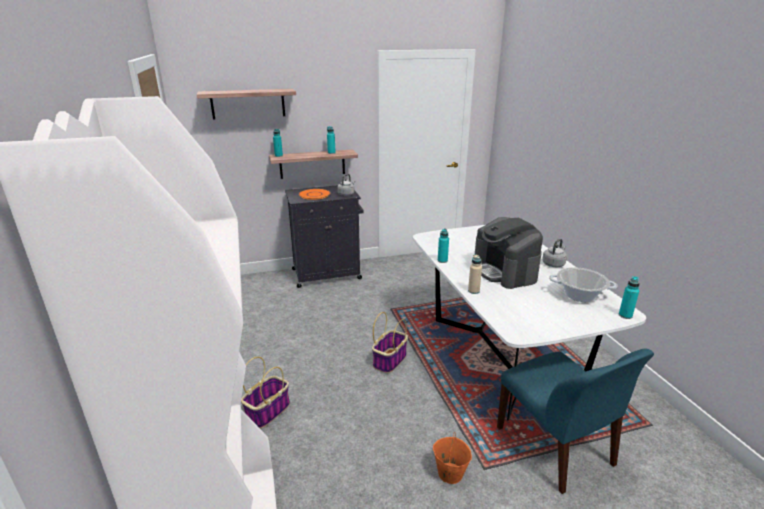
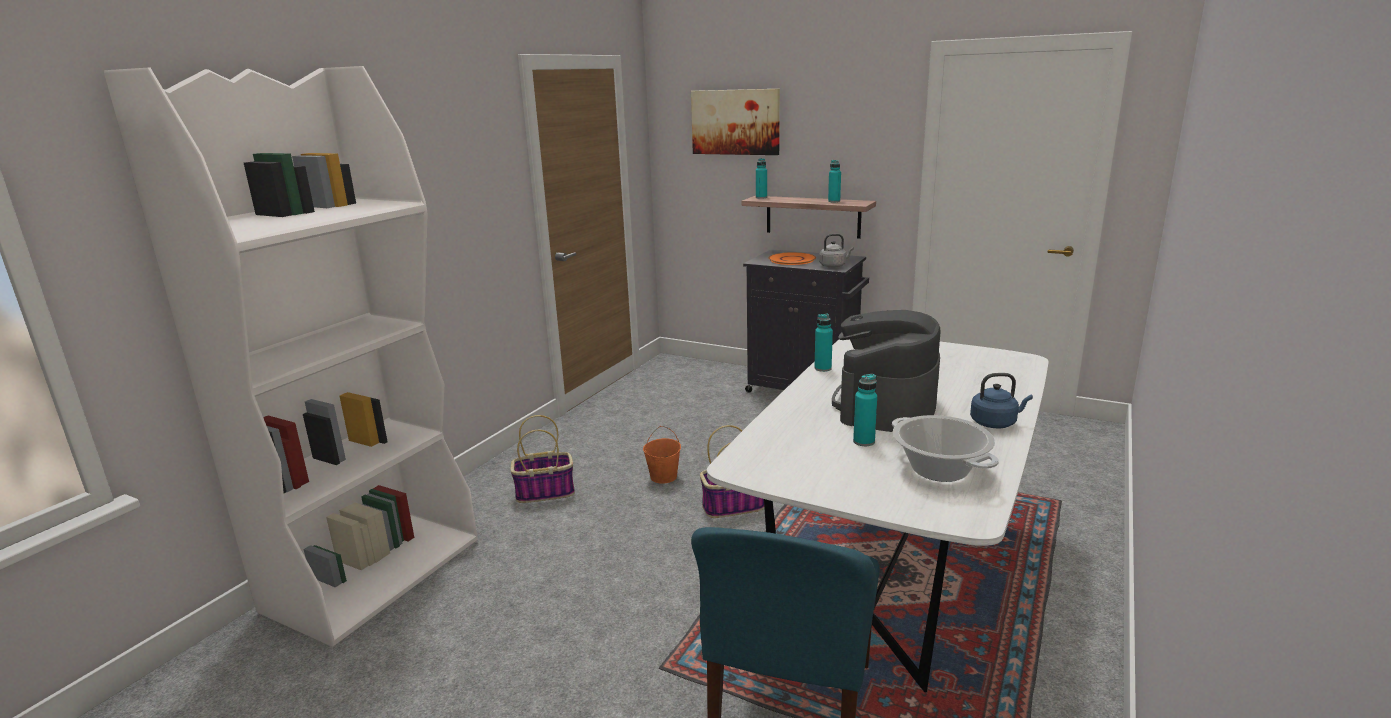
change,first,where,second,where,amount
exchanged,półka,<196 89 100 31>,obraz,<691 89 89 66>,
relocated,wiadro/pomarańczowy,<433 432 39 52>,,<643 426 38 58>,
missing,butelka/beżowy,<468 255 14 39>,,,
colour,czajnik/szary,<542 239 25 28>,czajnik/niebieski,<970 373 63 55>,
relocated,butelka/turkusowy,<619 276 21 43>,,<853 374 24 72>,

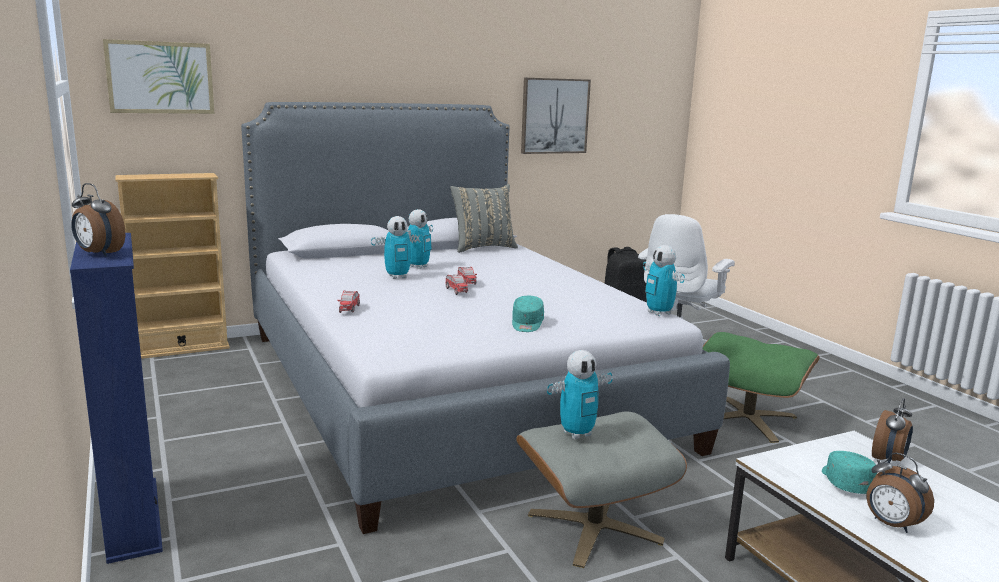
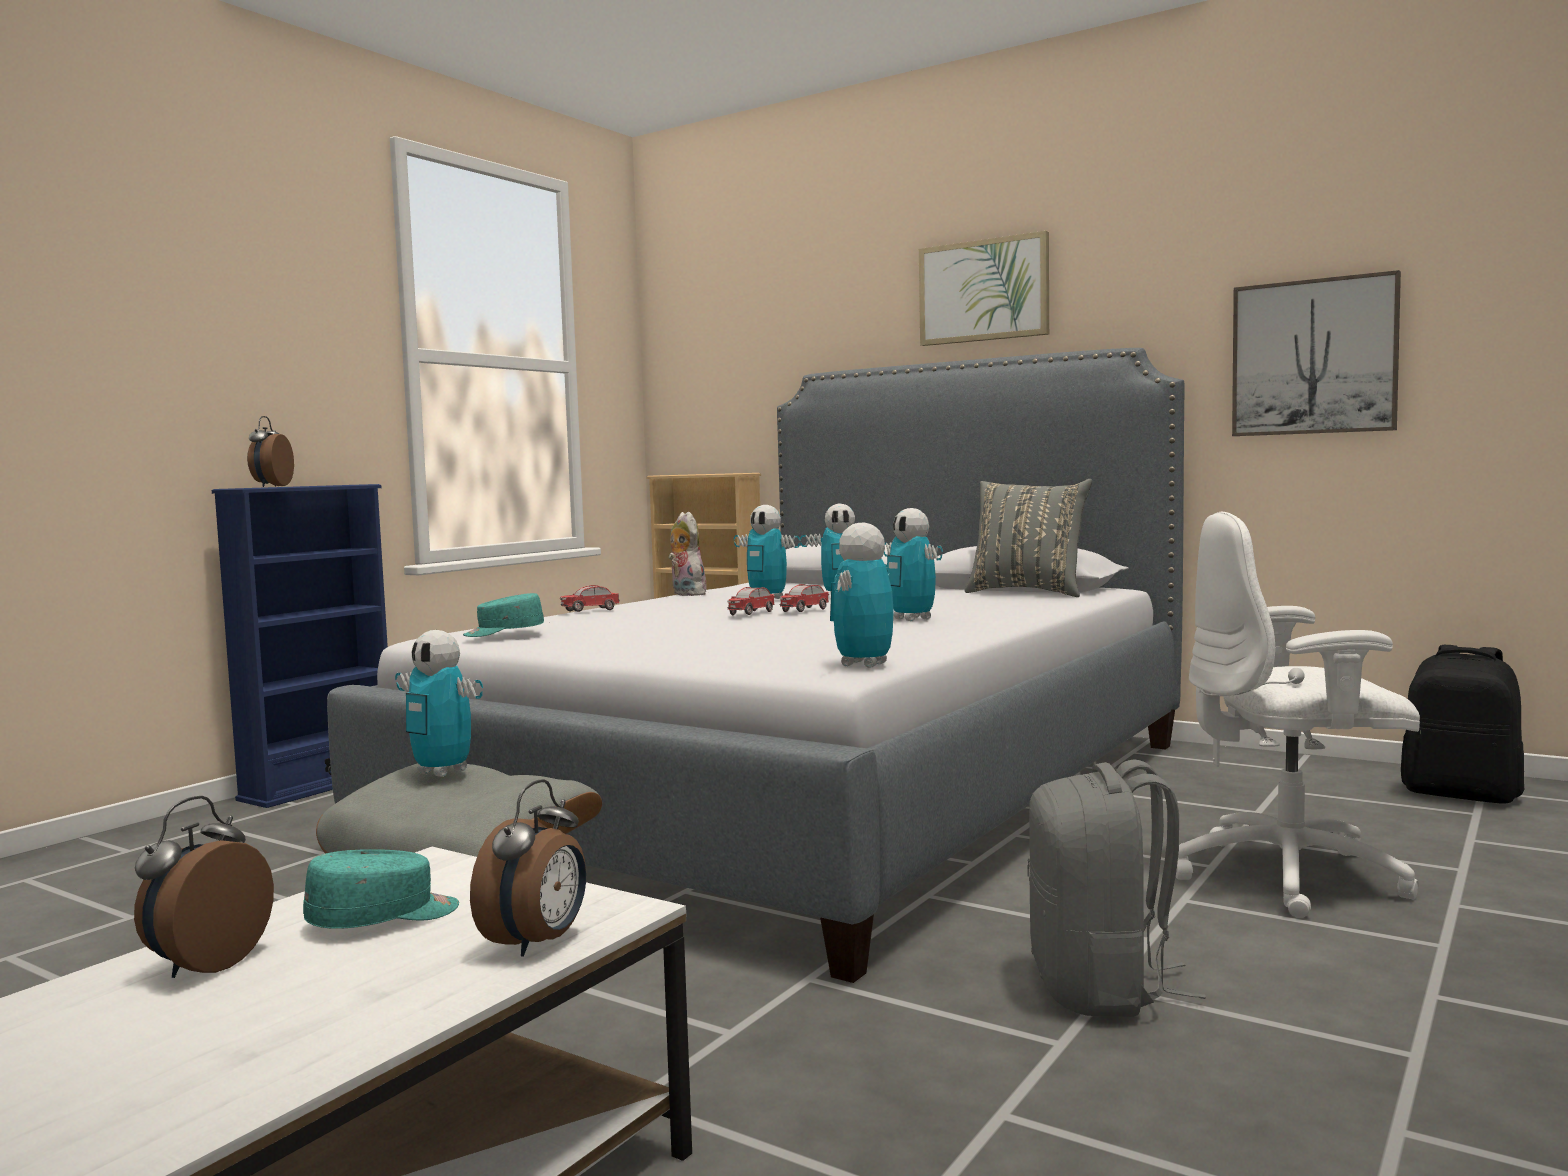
change,first,where,second,where,amount
relocated,obraz,<103 39 111 75>,,<919 231 130 115>,
relocated,czapka z daszkiem/turkusowy,<512 296 32 36>,,<463 593 81 44>,
exchanged,pufa/zielony,<703 332 117 111>,plecak/szary,<1027 759 178 258>,
spun,budzik,<872 398 41 65>,,<470 779 116 178>,75 degrees counterclockwise
appeared,,,pluszak,<668 512 39 84>,
appeared,,,robot zabawkowy,<884 508 59 113>,

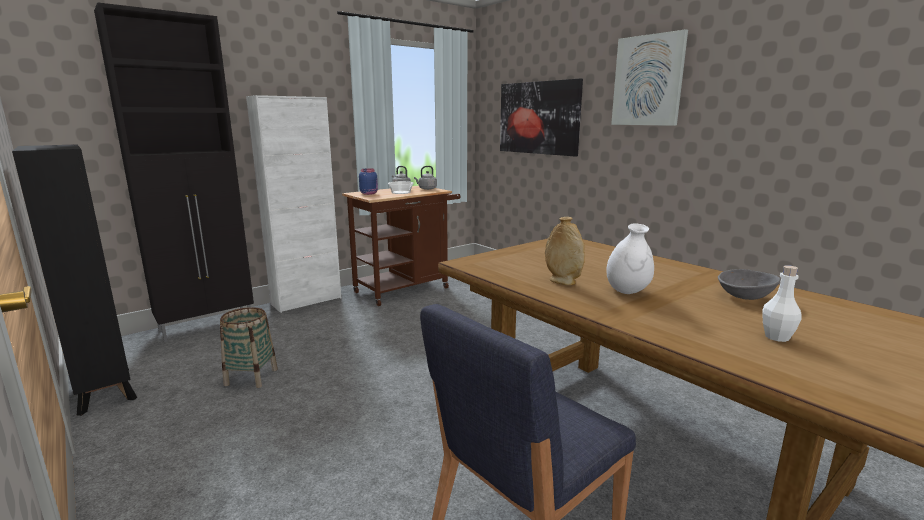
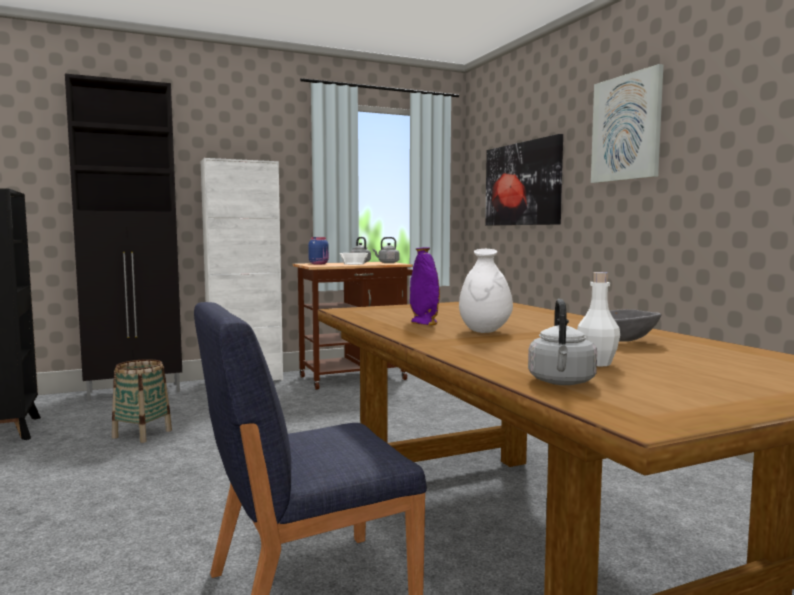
change,first,where,second,where,amount
colour,wazon/beżowy,<545 217 40 68>,wazon/fioletowy,<410 247 30 78>,
appeared,,,czajnik/szary,<528 299 69 86>,

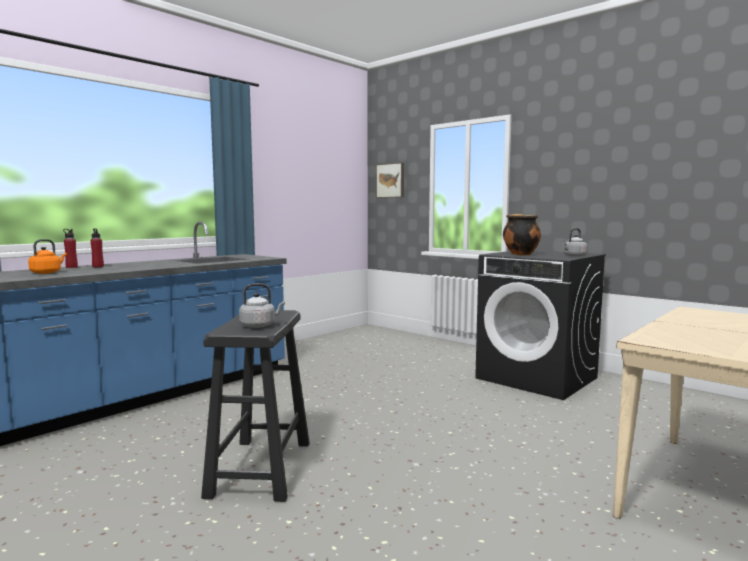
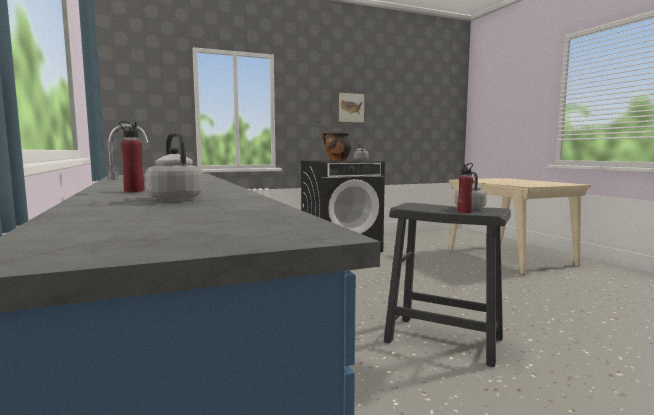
change,first,where,second,where,amount
colour,czajnik/pomarańczowy,<28 239 39 35>,czajnik/szary,<145 132 58 69>,
relocated,butelka/czerwony,<63 229 15 39>,,<458 163 15 50>,
relocated,obraz,<376 163 28 35>,,<337 92 28 31>,

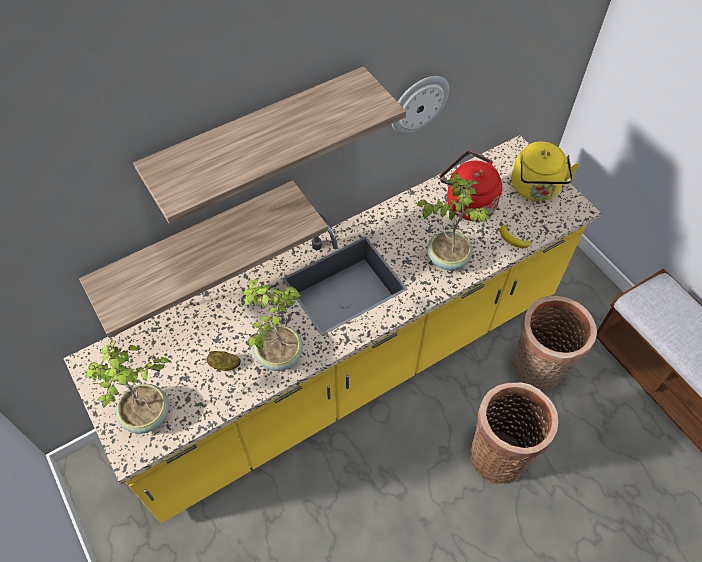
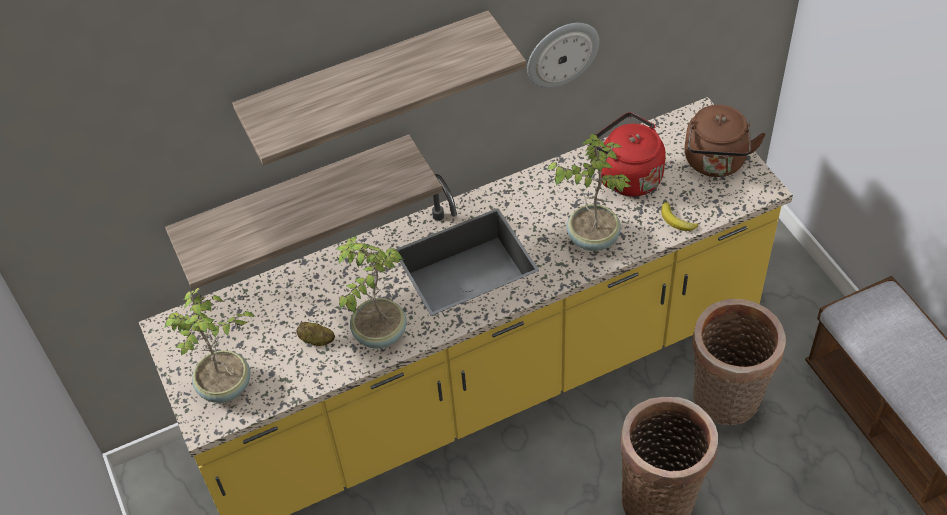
change,first,where,second,where,amount
colour,czajnik/żółty,<511 142 69 59>,czajnik/brązowy,<684 105 82 72>,

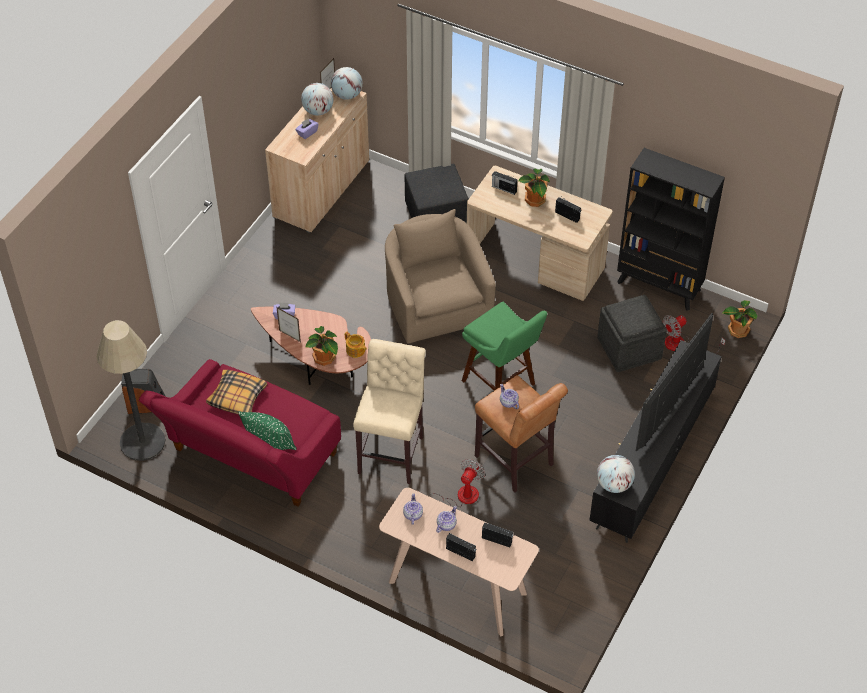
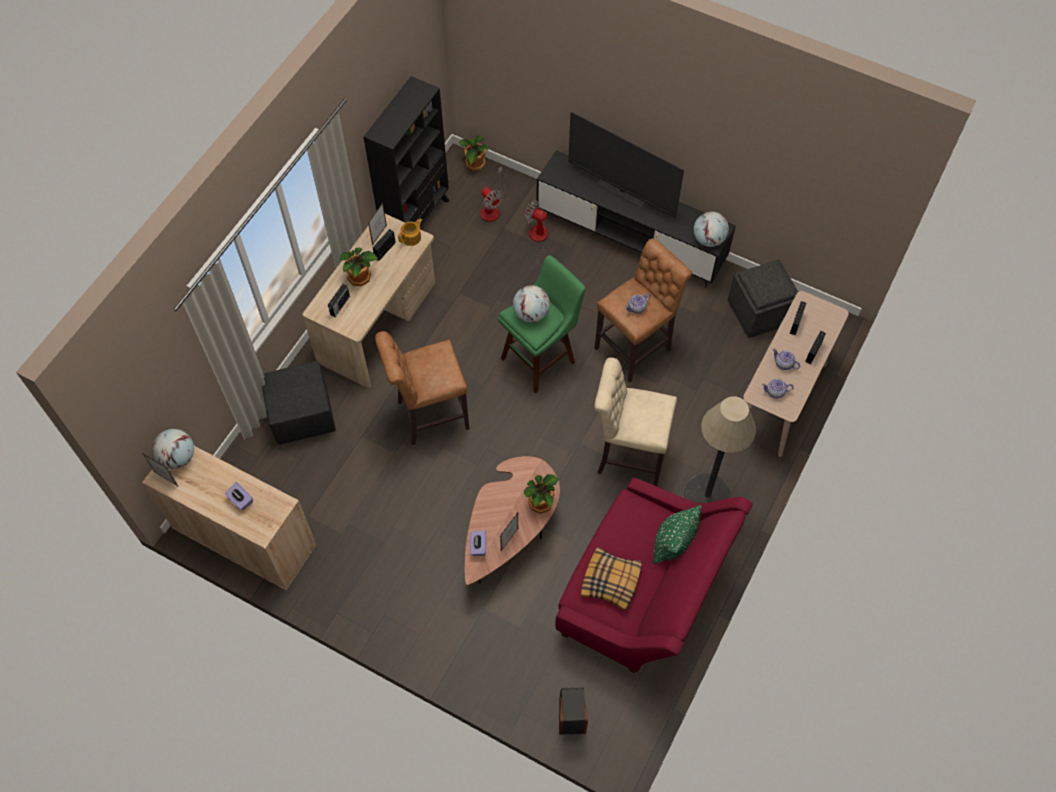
change,first,where,second,where,amount
relocated,lampa stojąca,<96 320 69 141>,,<684 396 72 107>,
relocated,globus,<301 83 32 33>,,<513 285 37 38>,
relocated,imbryk,<345 332 22 26>,,<398 219 24 27>,
exchanged,fotel/beżowy,<385 209 111 135>,stołek/brązowy,<375 331 94 114>,
relocated,wentylator,<418 459 67 48>,,<524 200 28 67>,
relocated,pufa/szary,<597 295 70 77>,,<728 260 70 78>,
appeared,,,ramka na zdjęcie,<368 203 19 43>,

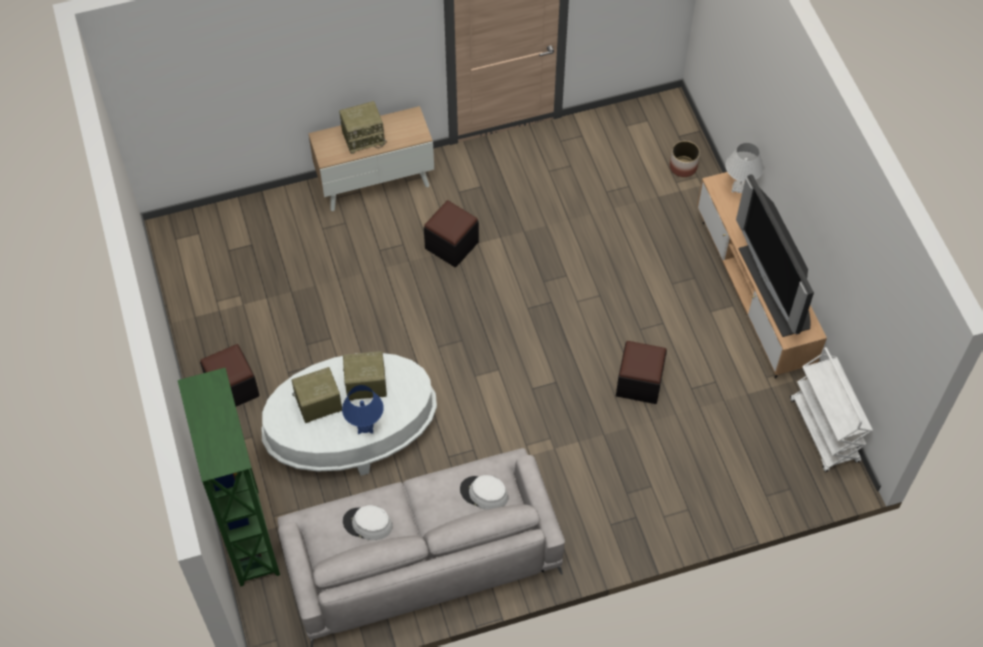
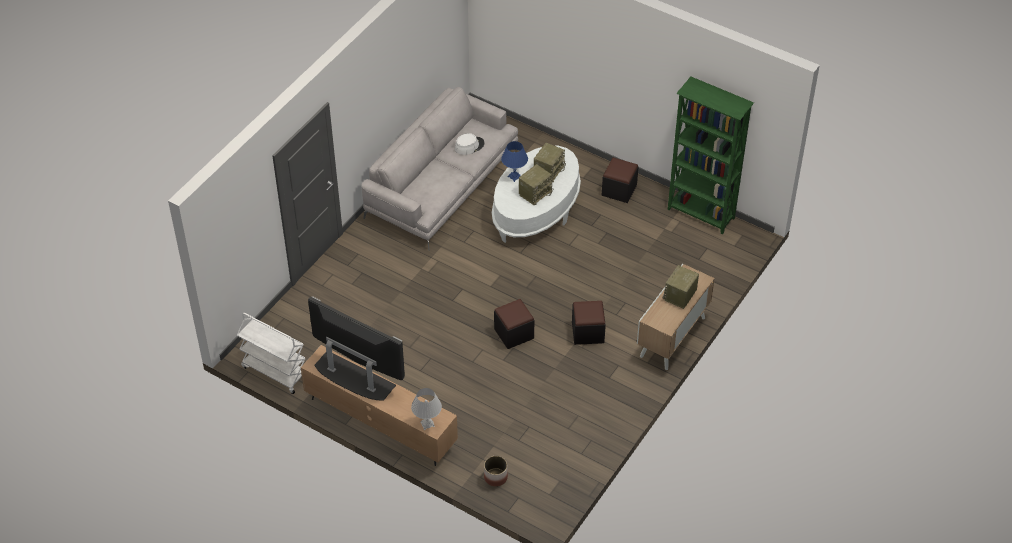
change,first,where,second,where,amount
relocated,regał/zielony,<178 368 102 219>,,<667 77 87 157>,
missing,kapelusz/biały,<460 475 48 35>,,,
relocated,pufa/czarny,<616 341 51 63>,,<494 299 40 50>,

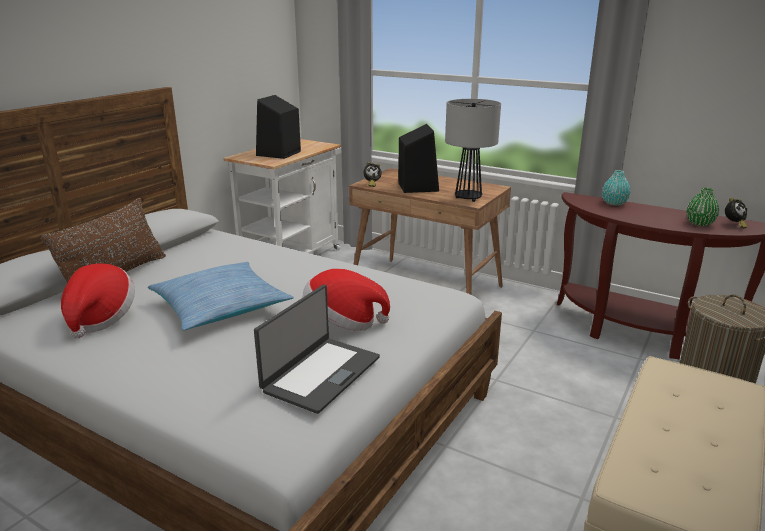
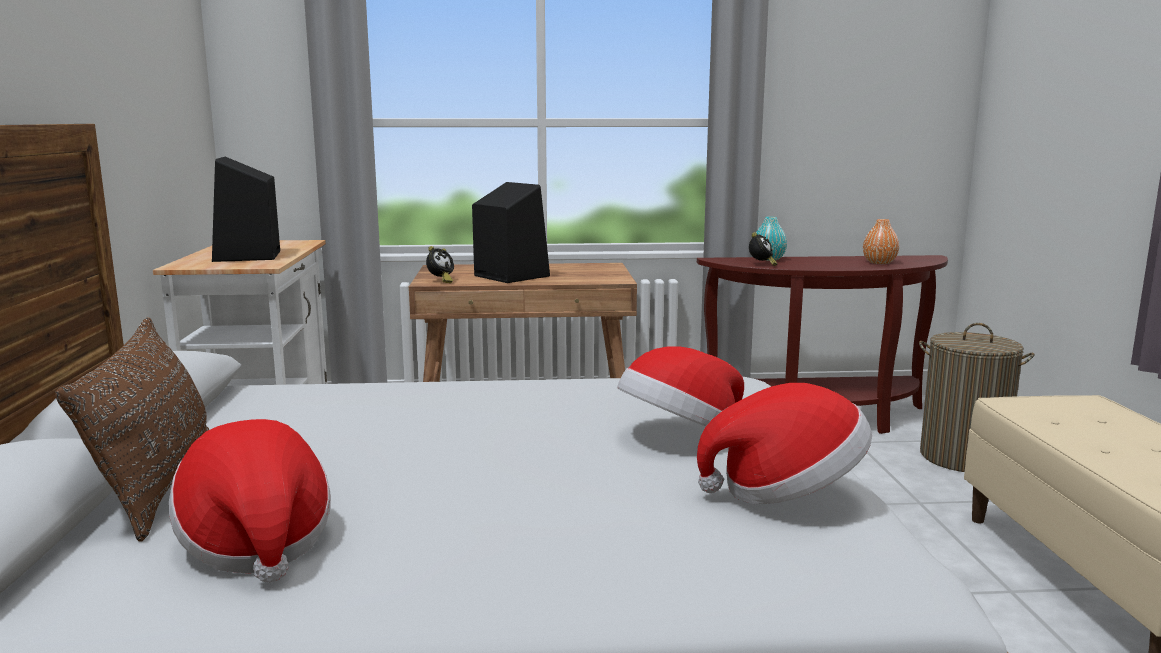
change,first,where,second,where,amount
missing,poduszka,<148 262 146 69>,,,
exchanged,laptop,<254 285 126 129>,kapelusz,<697 383 175 121>,
missing,lampa stołowa,<445 99 56 103>,,,
colour,wazon/zielony,<686 188 33 38>,wazon/pomarańczowy,<863 219 36 45>,
relocated,budzik,<725 197 22 31>,,<749 232 29 34>,

